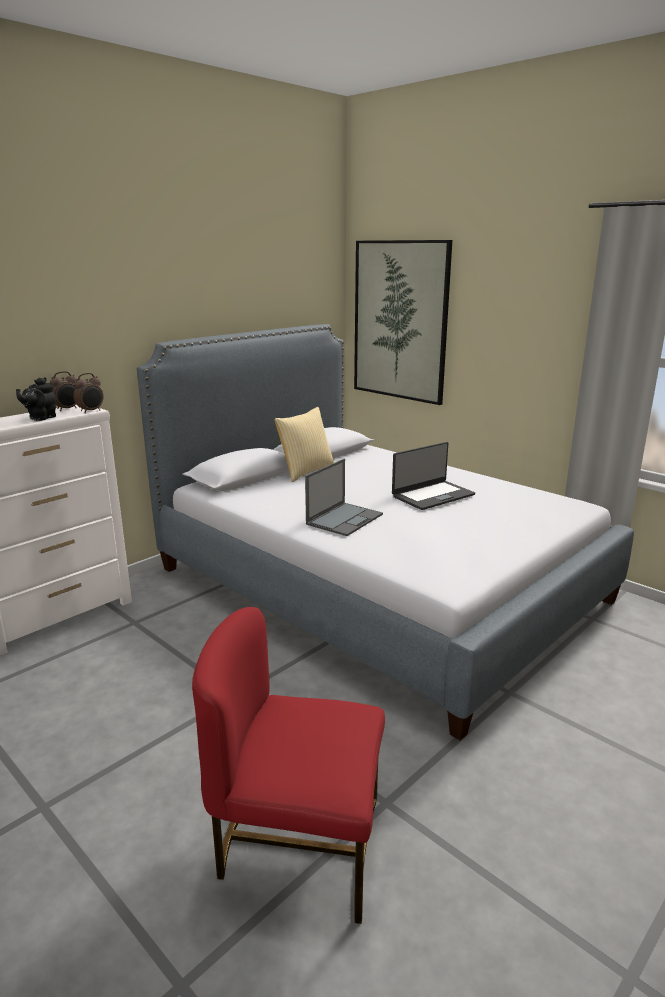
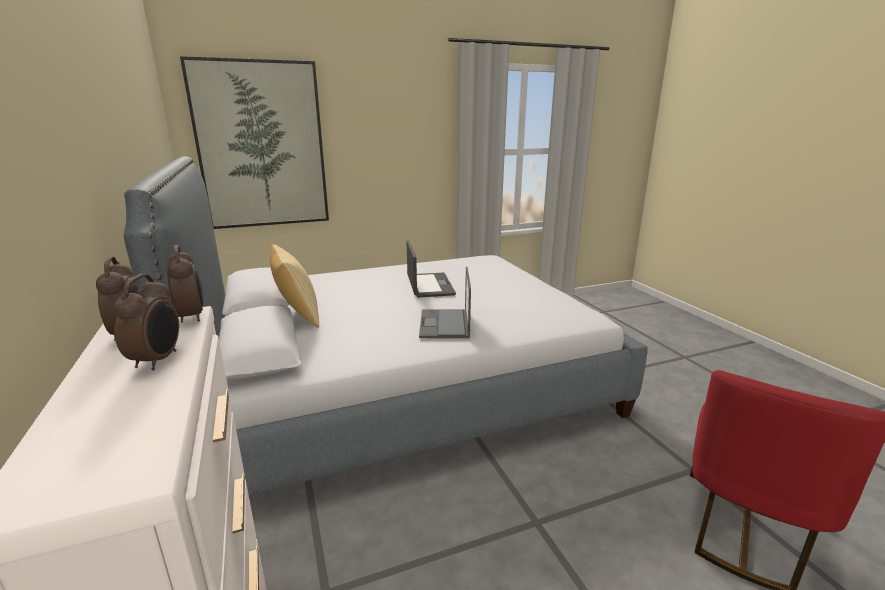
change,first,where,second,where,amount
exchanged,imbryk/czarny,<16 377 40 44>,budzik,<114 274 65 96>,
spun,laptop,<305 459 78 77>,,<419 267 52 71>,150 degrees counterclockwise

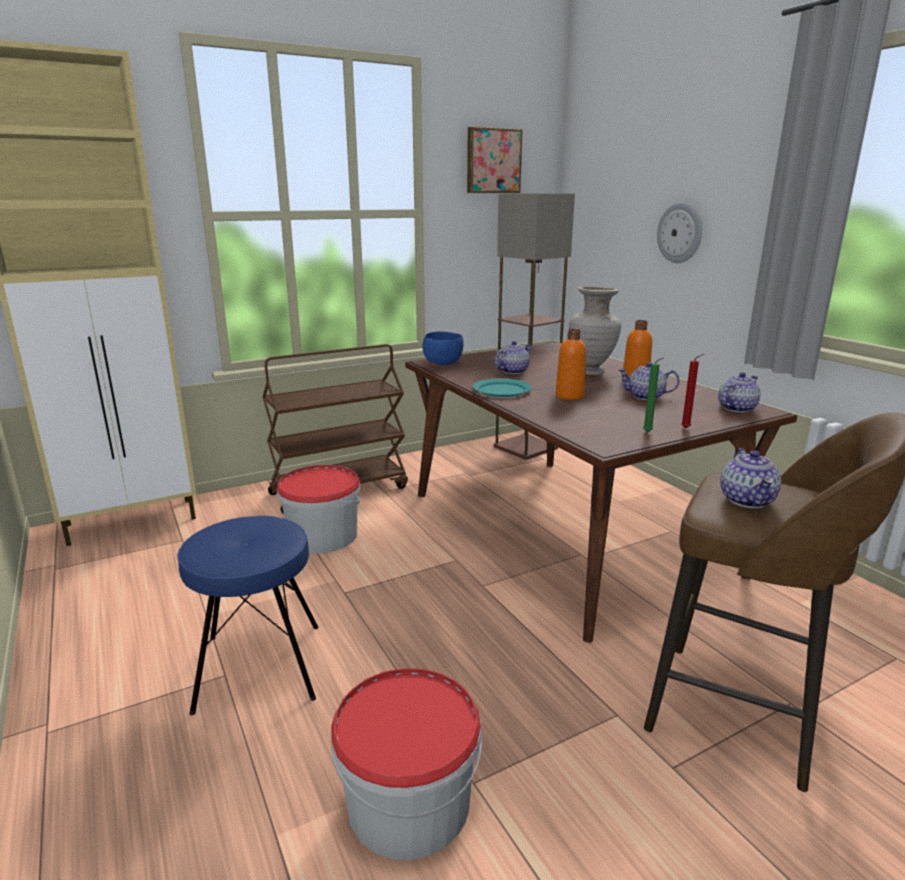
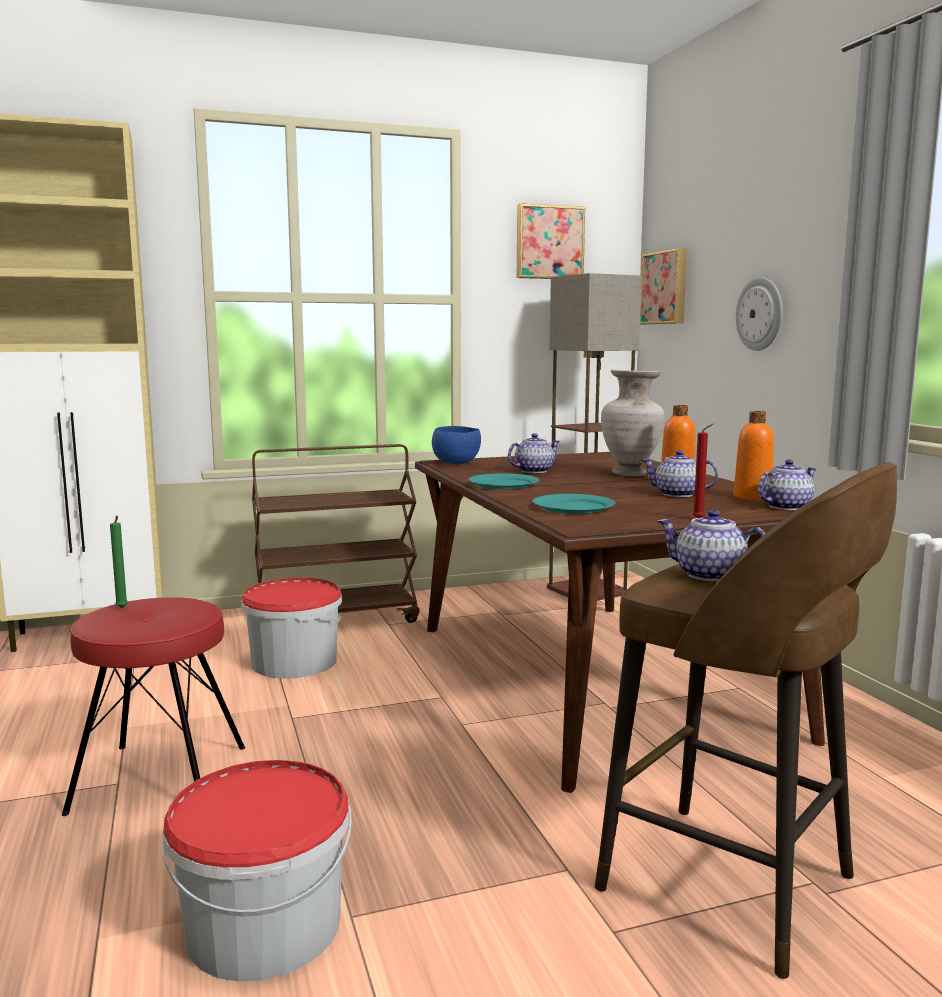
change,first,where,second,where,amount
colour,stołek/niebieski,<177 516 142 199>,stołek/czerwony,<62 597 183 219>,
relocated,butelka/pomarańczowy,<556 329 30 71>,,<734 411 40 89>,
relocated,świeca/zielony,<643 358 20 74>,,<110 516 18 92>,
spun,imbryk,<721 448 60 60>,,<657 509 108 72>,105 degrees clockwise
appeared,,,talerz/turkusowy,<532 494 83 20>,
appeared,,,obraz,<640 248 47 76>,

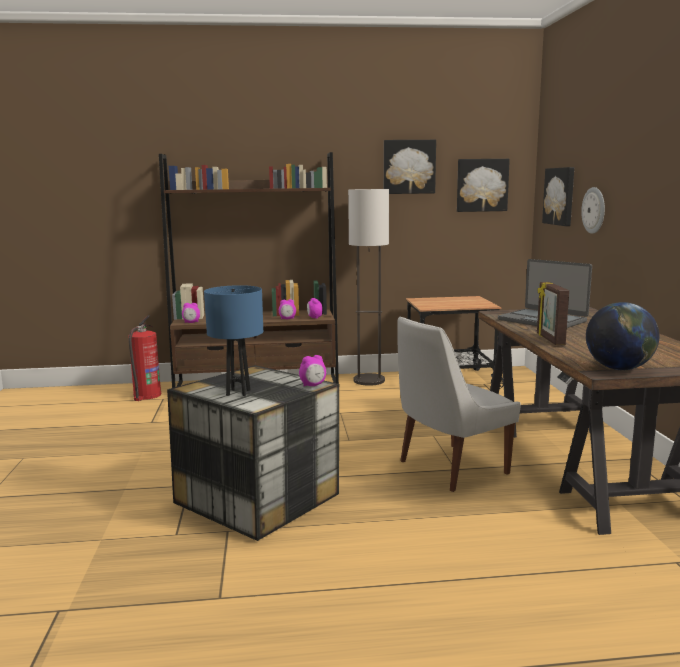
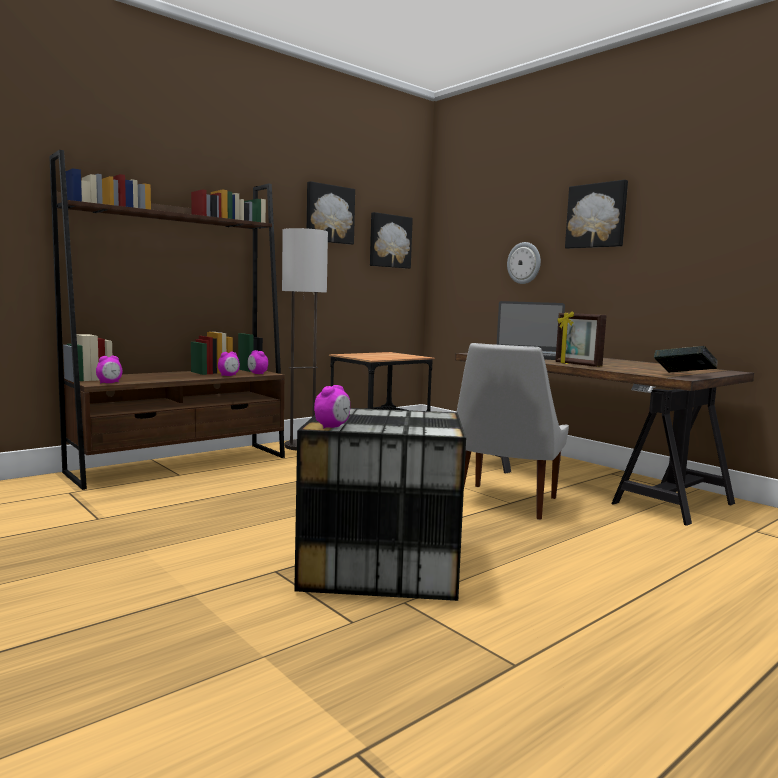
change,first,where,second,where,amount
missing,gaśnica,<128 315 33 86>,,,
missing,lampa stołowa/niebieski,<204 285 59 111>,,,
relocated,budzik,<299 355 27 31>,,<314 385 36 44>,
relocated,obraz,<542 167 32 59>,,<565 180 63 69>,
exchanged,globus,<586 302 73 68>,książka,<654 346 64 27>,

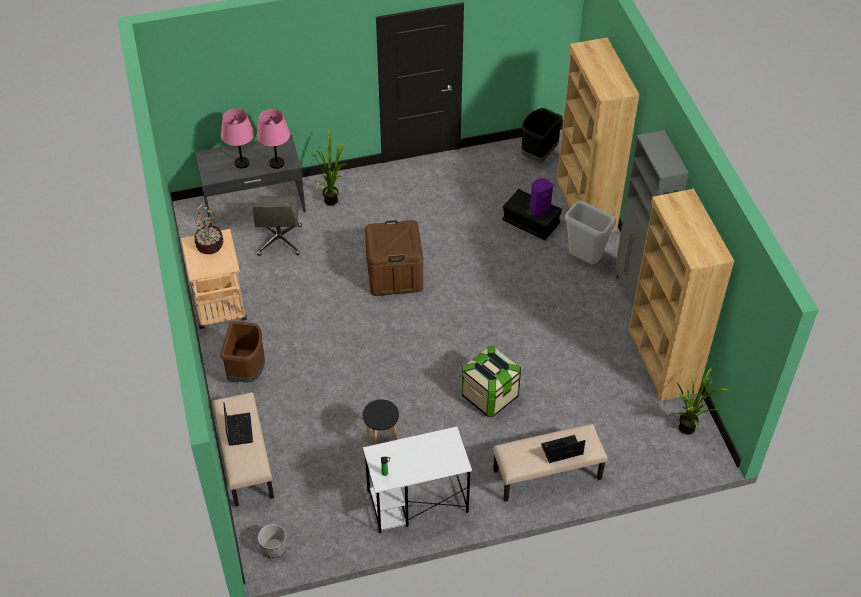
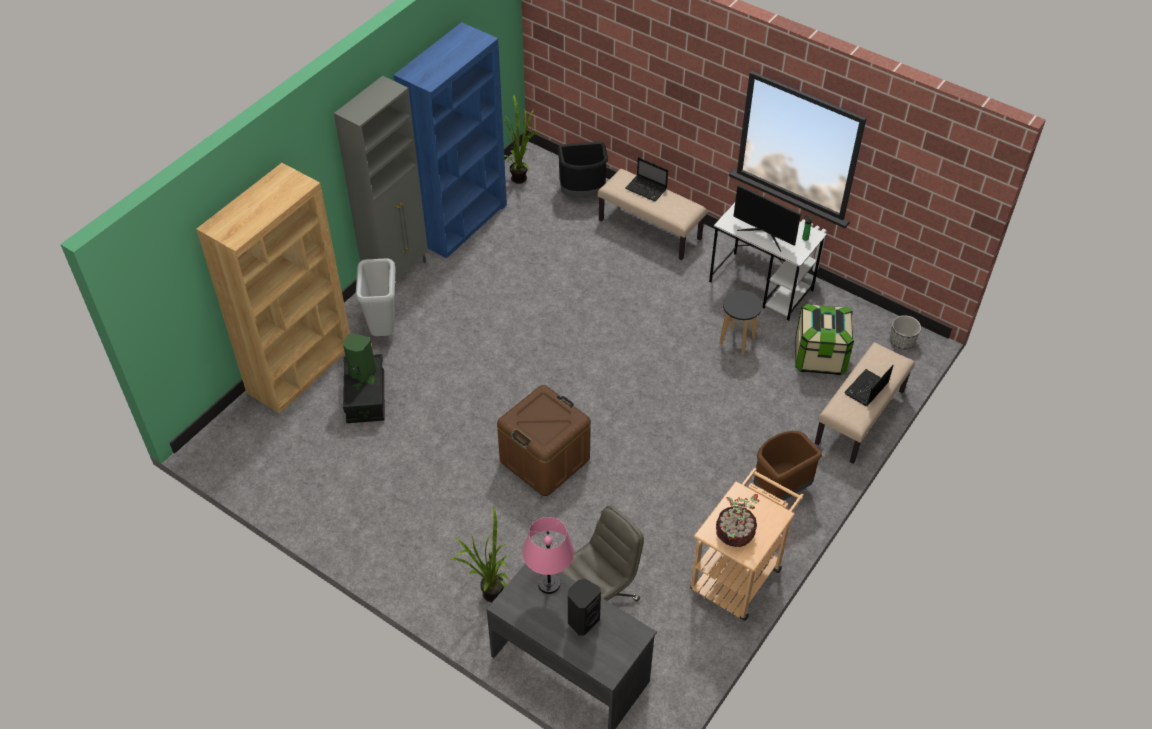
change,first,where,second,where,amount
exchanged,lampa stołowa/różowy,<221 109 33 59>,głośnik/czarny,<568 579 33 57>,
relocated,pojemnik do przechowywania,<462 346 59 71>,,<795 304 59 71>,
relocated,kosz na śmieci/czarny,<521 108 42 55>,,<557 142 51 56>,
colour,głośnik/fioletowy,<530 178 23 39>,głośnik/zielony,<343 333 33 48>,
colour,regał/brązowy,<629 189 105 212>,regał/niebieski,<393 22 114 236>,
appeared,,,monitor,<733 185 68 67>,

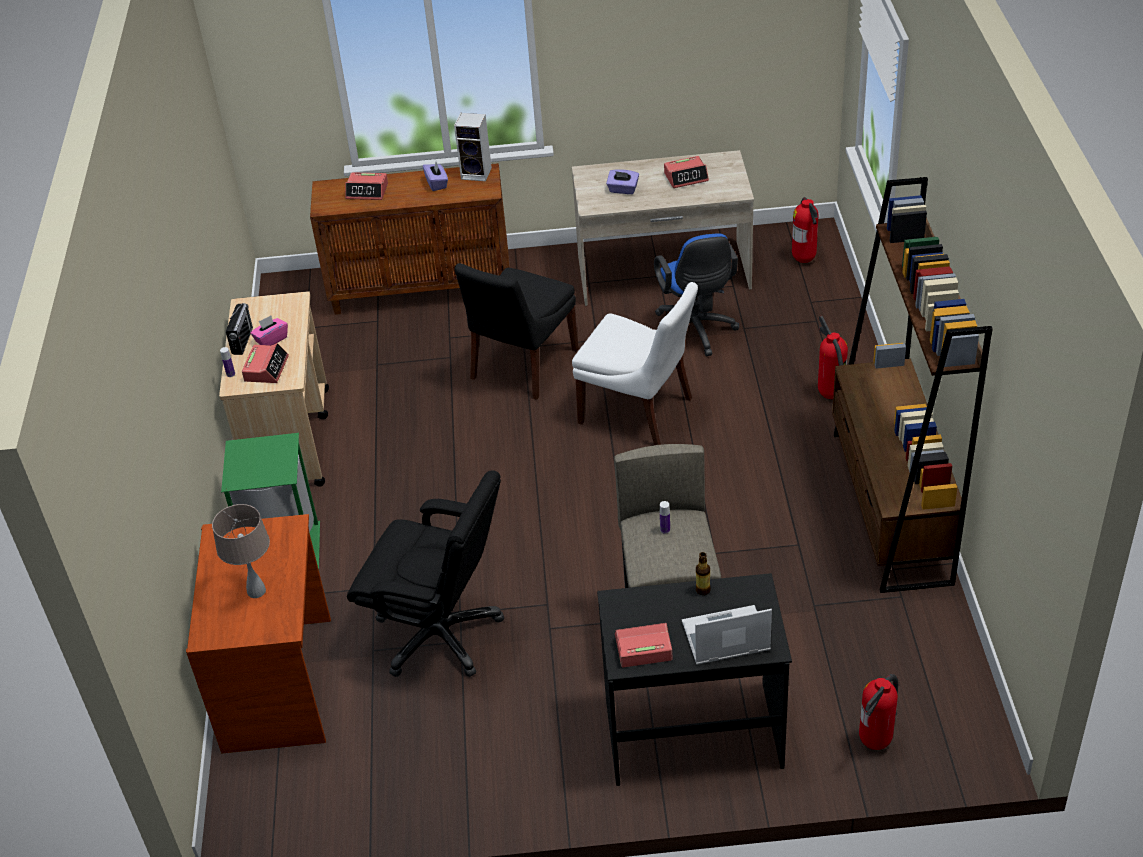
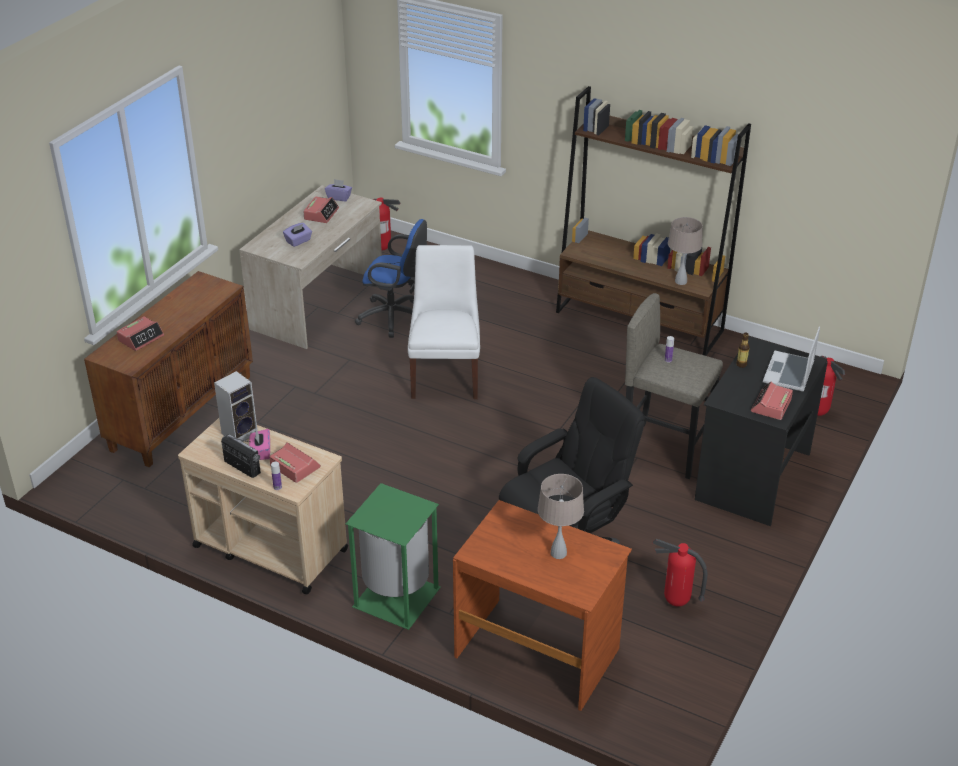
change,first,where,second,where,amount
relocated,pudełko chusteczek/fioletowy,<423 162 25 29>,,<325 179 27 22>,
relocated,głośnik,<454 113 38 68>,,<214 371 44 71>,
missing,krzesło/czarny,<455 263 123 137>,,,
spun,krzesło/biały,<572 282 126 163>,,<408 245 72 154>,60 degrees counterclockwise
relocated,gaśnica,<818 316 30 83>,,<652 539 56 68>,
appeared,,,lampa stołowa/beżowy,<668 217 35 68>,

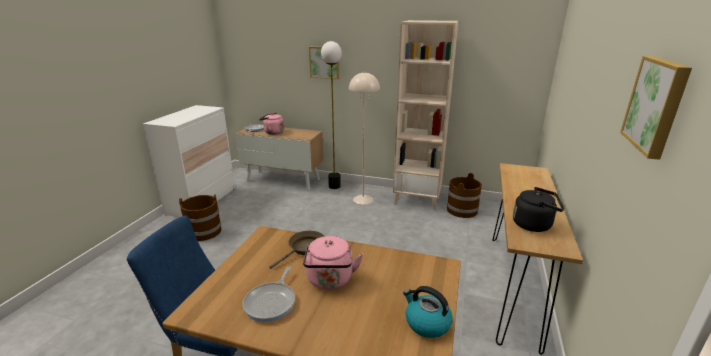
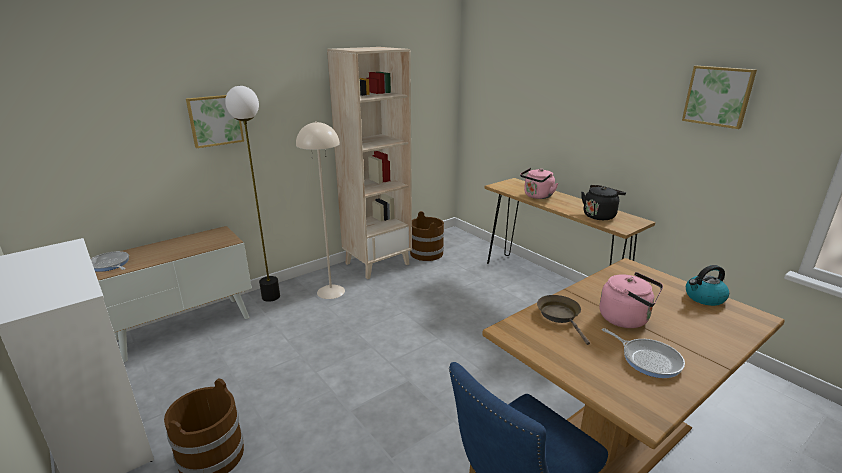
change,first,where,second,where,amount
relocated,czajnik/różowy,<259 113 25 22>,,<520 168 38 31>,

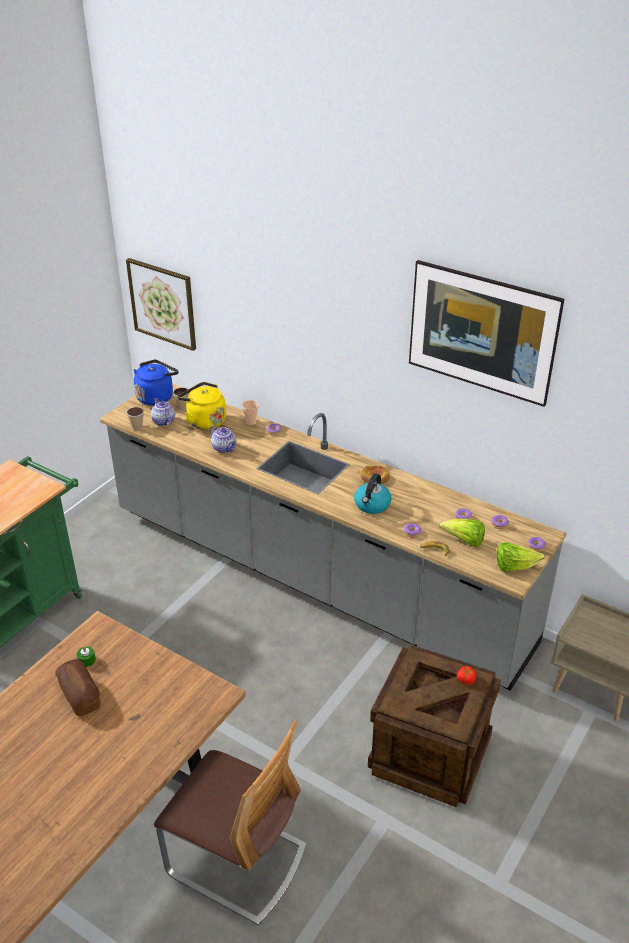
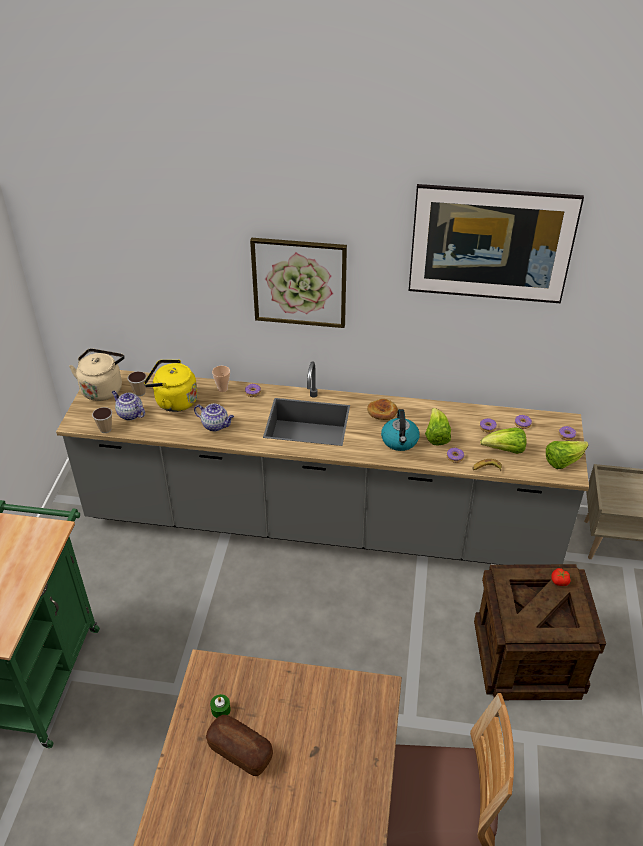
change,first,where,second,where,amount
relocated,obraz,<126 258 70 93>,,<250 238 97 90>,
colour,czajnik/niebieski,<134 360 45 46>,czajnik/beżowy,<69 348 55 53>,
appeared,,,sałata,<425 408 26 38>,

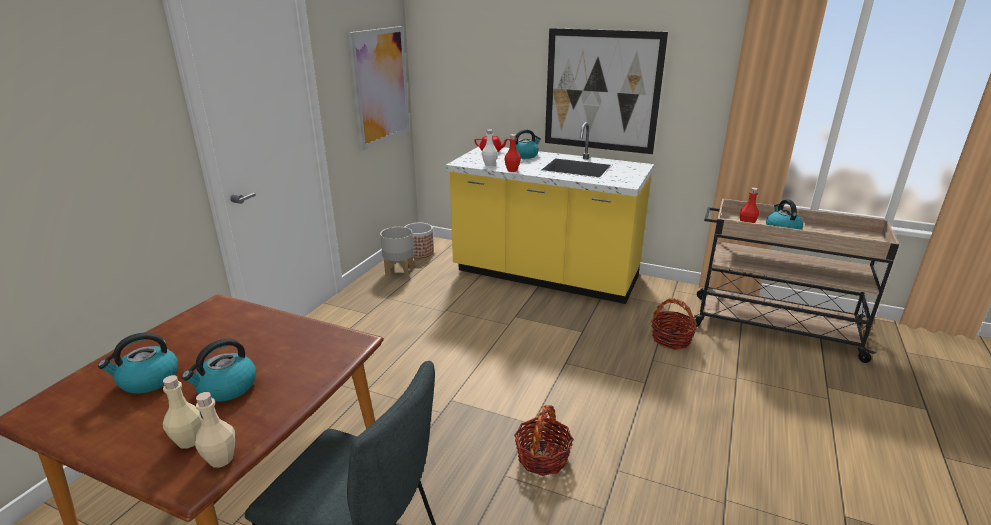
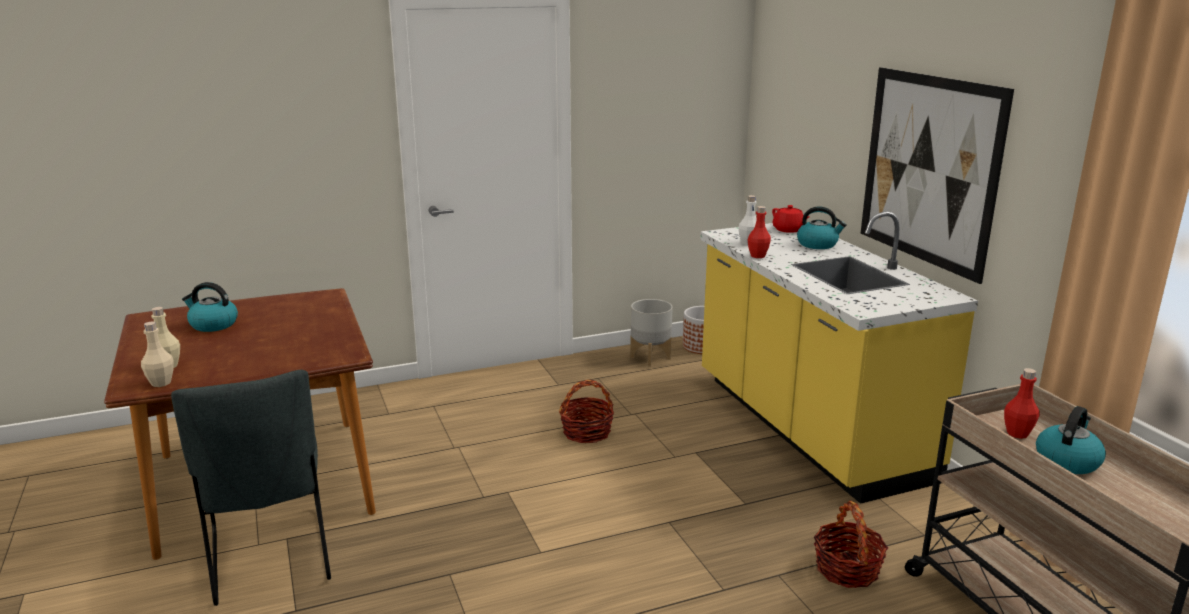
change,first,where,second,where,amount
missing,czajnik,<182 338 74 64>,,,
missing,obraz,<348 26 62 124>,,,
relocated,koszyk,<514 405 60 71>,,<559 380 55 63>,

